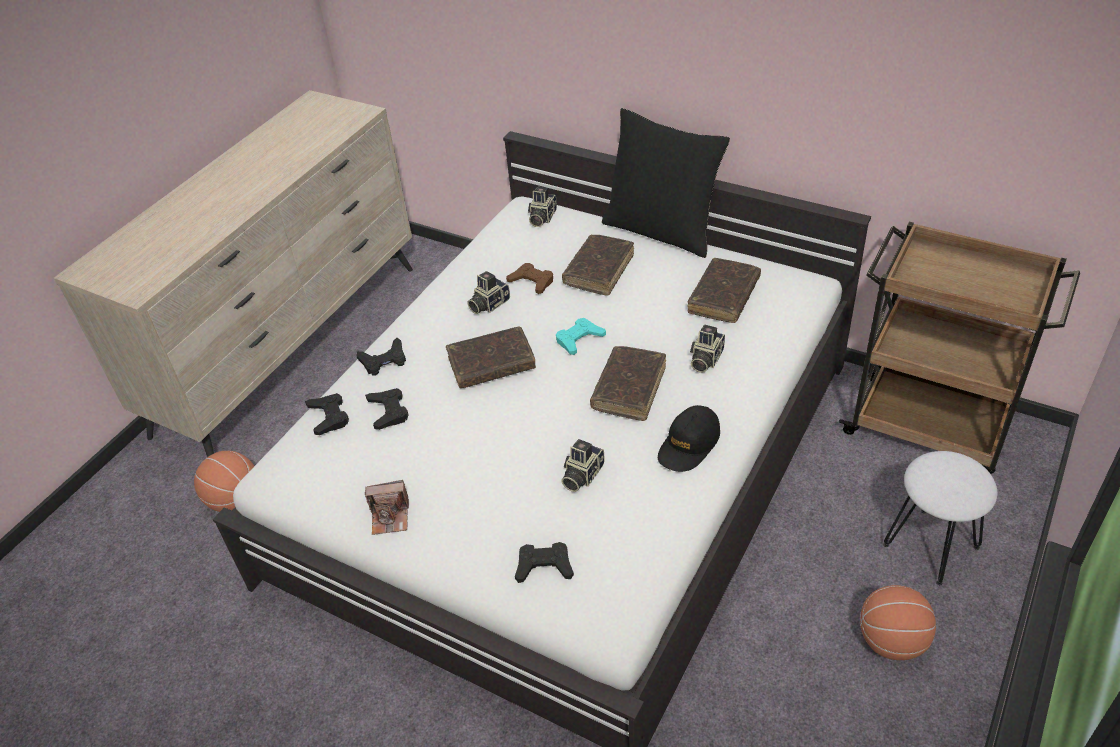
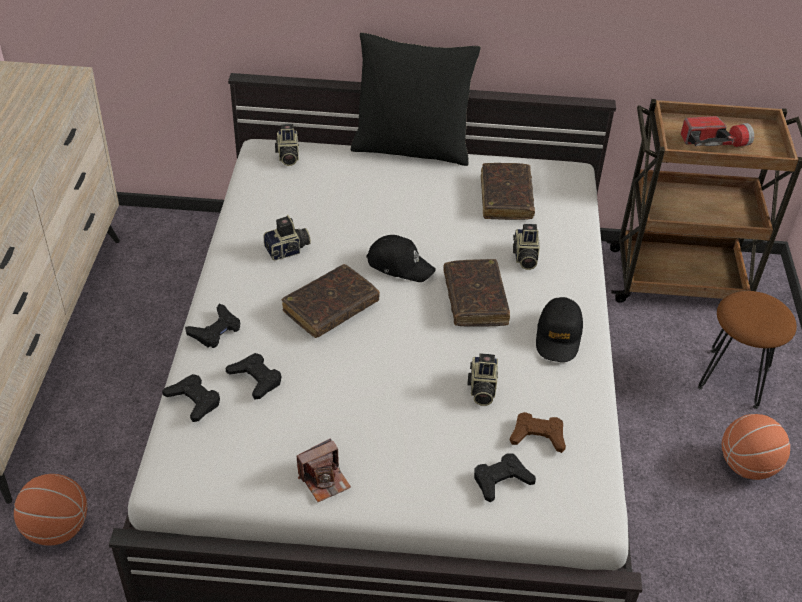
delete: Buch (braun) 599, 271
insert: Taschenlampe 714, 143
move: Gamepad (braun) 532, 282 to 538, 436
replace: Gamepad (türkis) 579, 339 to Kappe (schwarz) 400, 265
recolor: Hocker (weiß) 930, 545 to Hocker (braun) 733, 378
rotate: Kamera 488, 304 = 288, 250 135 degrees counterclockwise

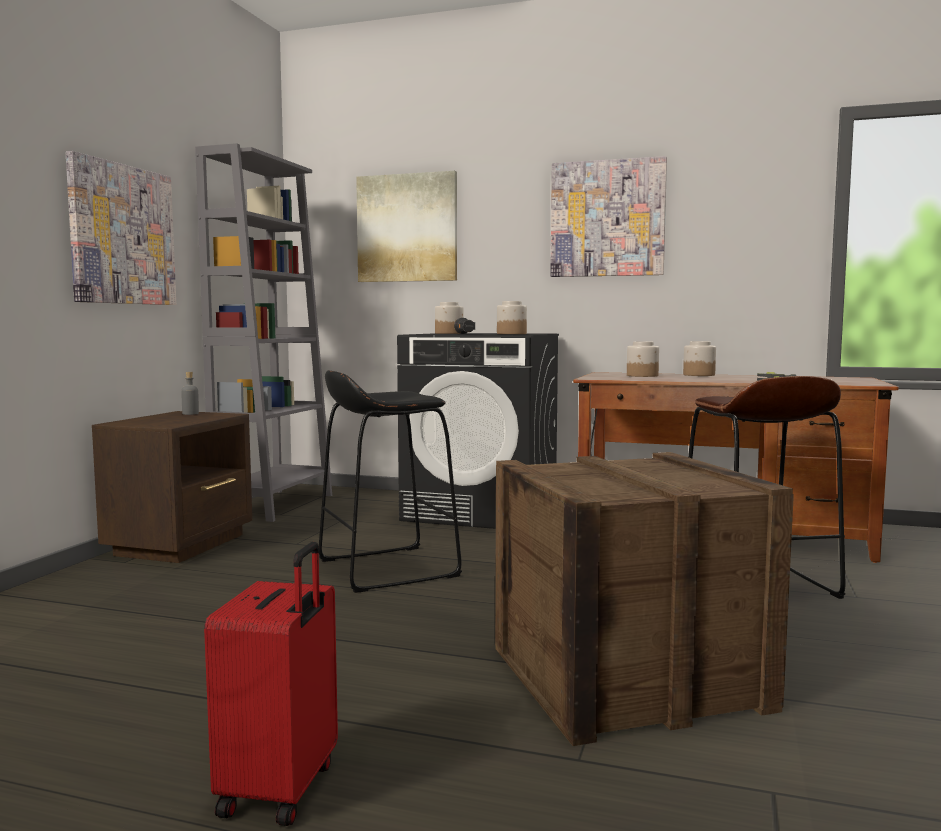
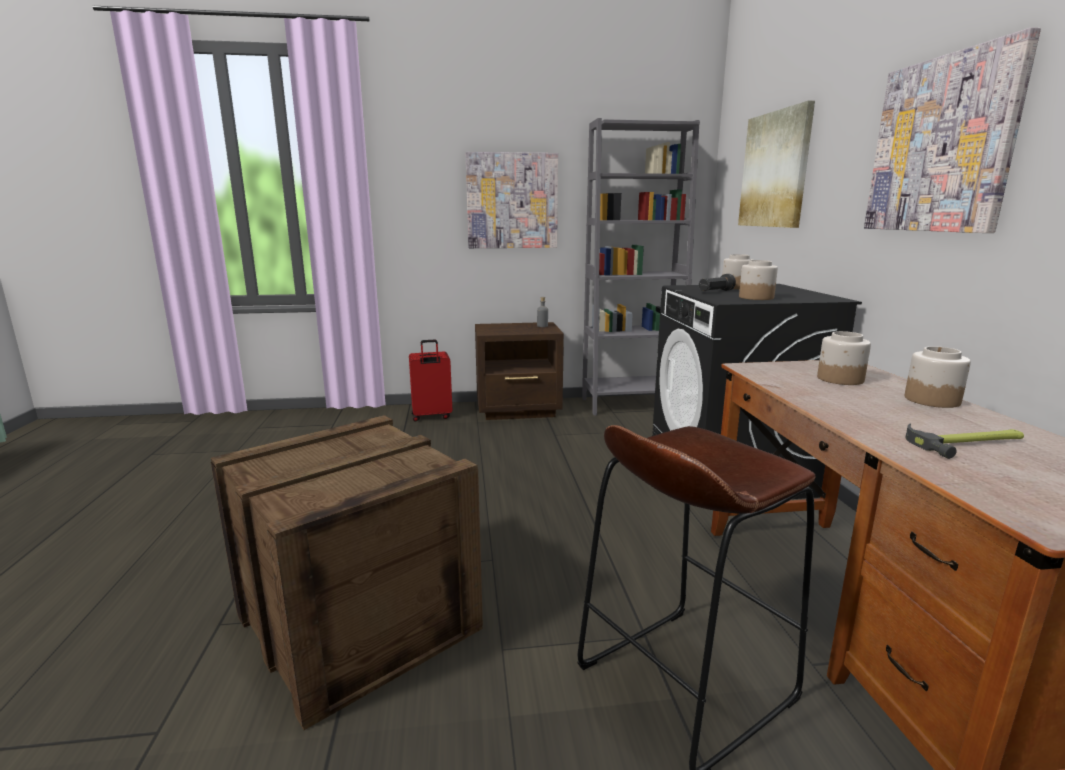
delete: Hocker (schwarz) 387, 568
move: Koffer (rot) 281, 789 to 431, 416

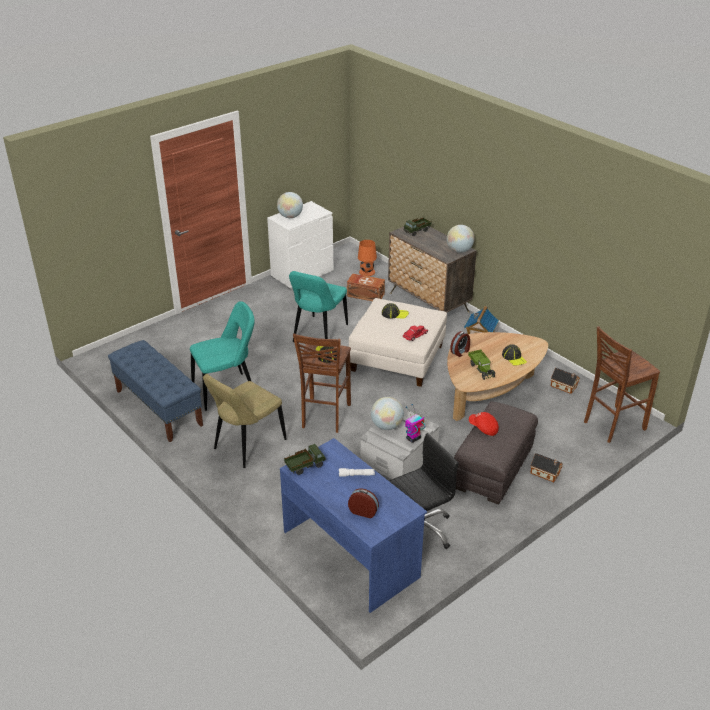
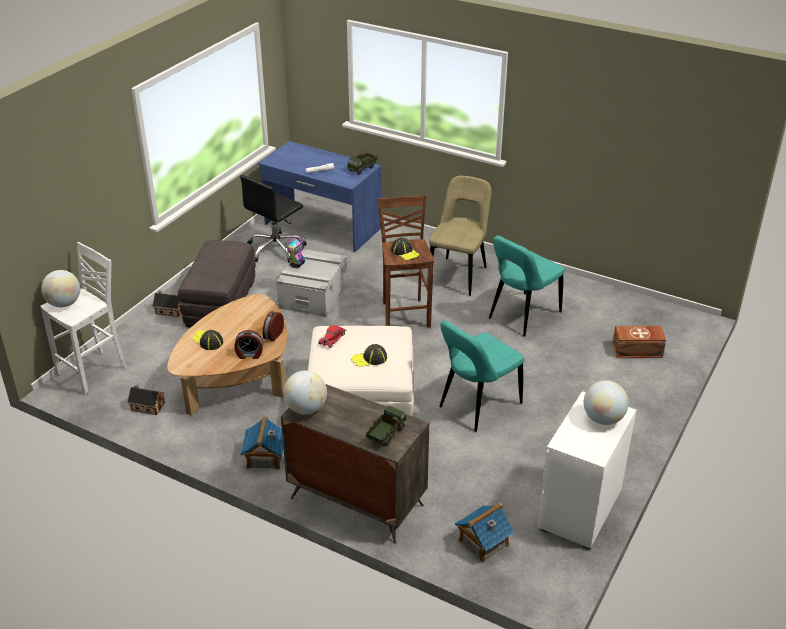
delete: Bank (blau) 158, 408; Spielzeuglaster 481, 369; Kappe (rot) 483, 428
move: Aufbewahrungsbox (braun) 365, 294 to 638, 351; Wecker 363, 511 to 249, 355; Globus 387, 426 to 64, 303
replace: Tischlampe (orange) 367, 272 to Spielzeughaus 483, 543
recolor: Hocker (braun) 612, 425 to Hocker (weiß) 94, 371
rotate: Stuhl (türkis) 318, 334 = 477, 406 135 degrees counterclockwise

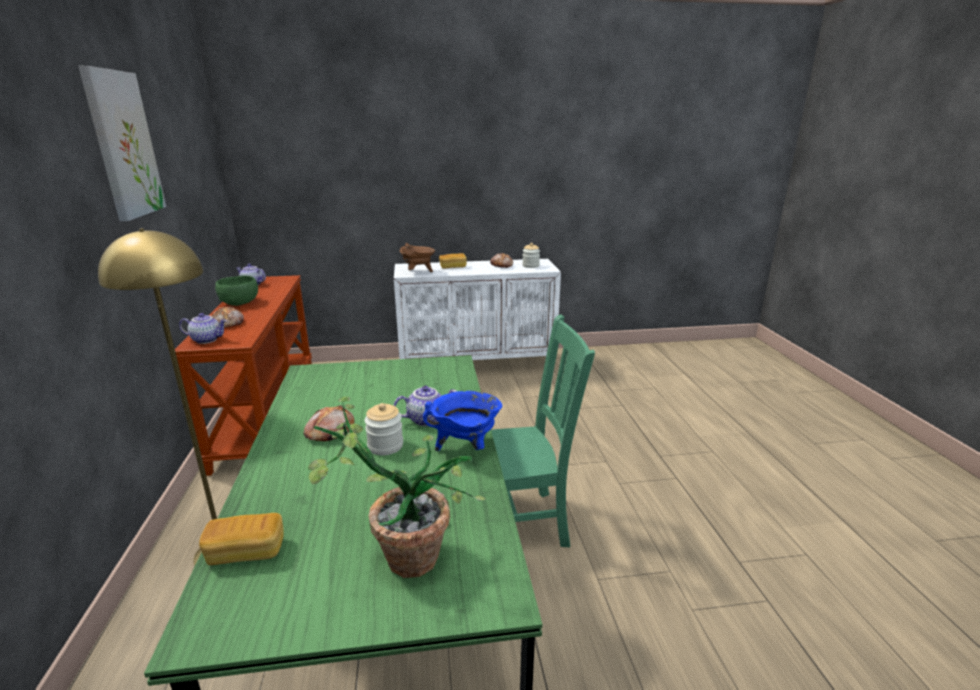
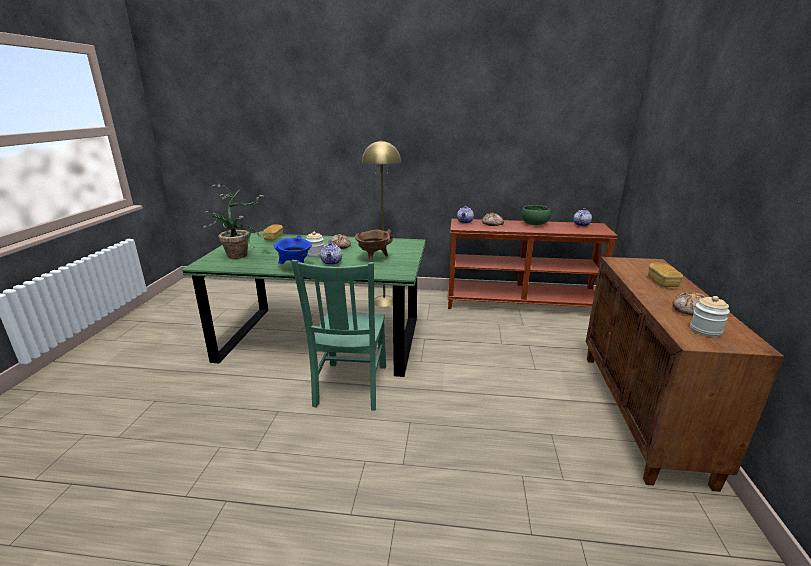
delete: Bild 123, 145
move: Kochtopf (braun) 418, 272 to 373, 258
recolor: Schrank (weiß) 477, 364 to Schrank (braun) 641, 413

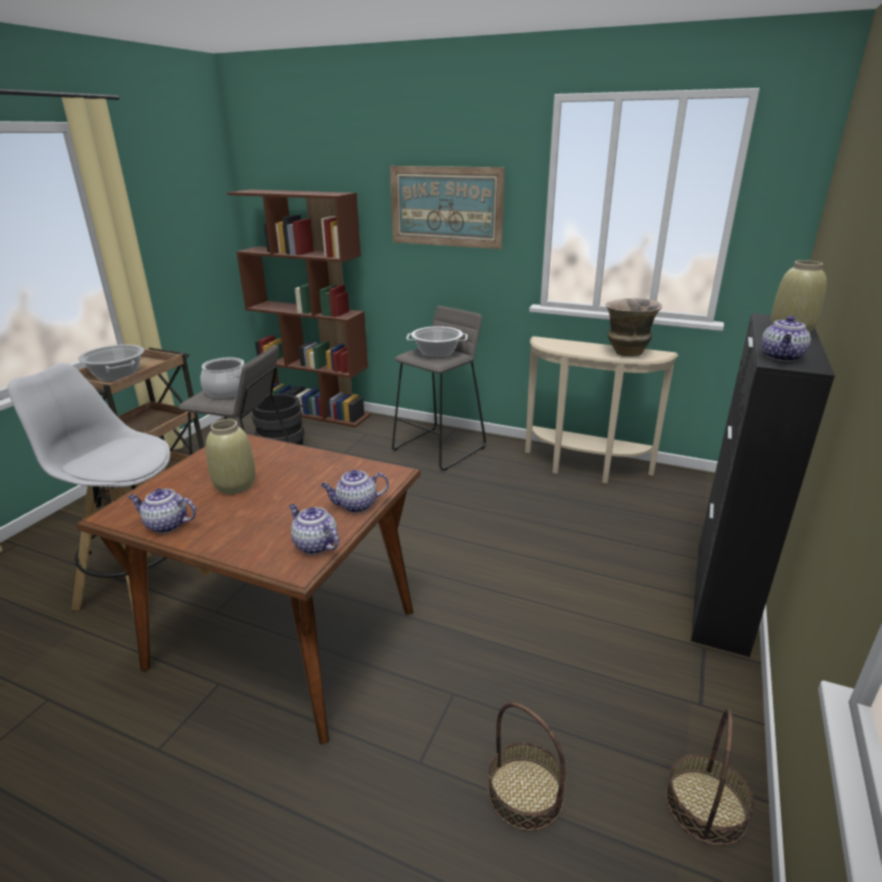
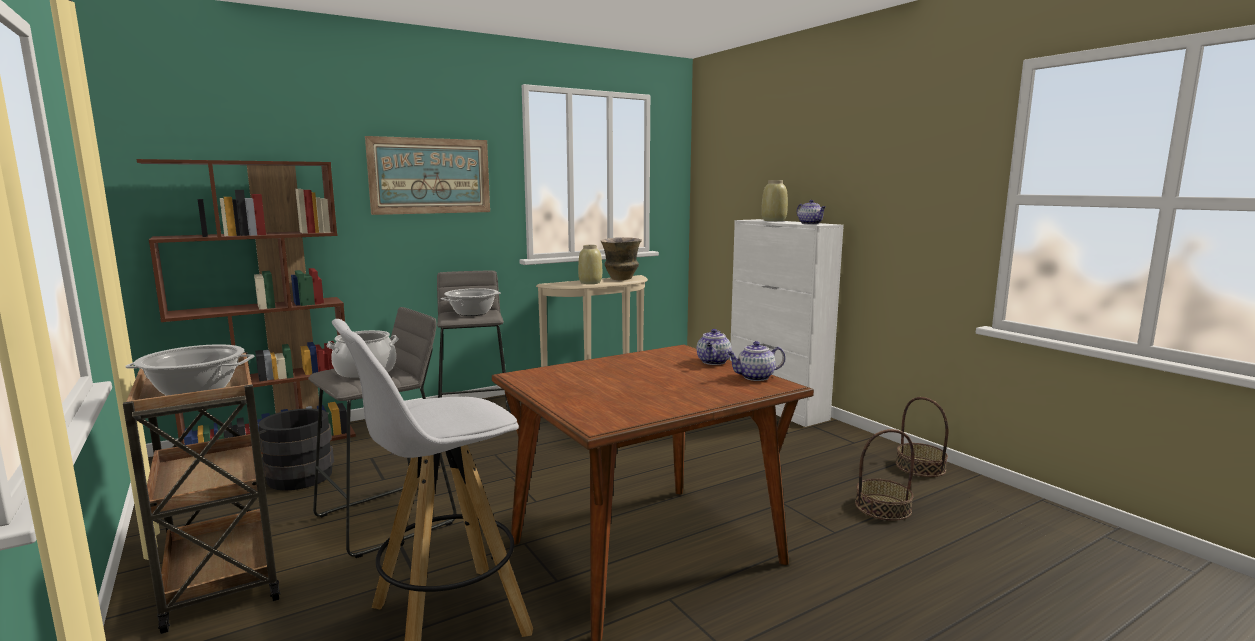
delete: Teekanne 166, 525
move: Vase (beige) 235, 485 to 590, 283
recolor: Schrank (schwarz) 720, 595 to Schrank (weiß) 777, 407

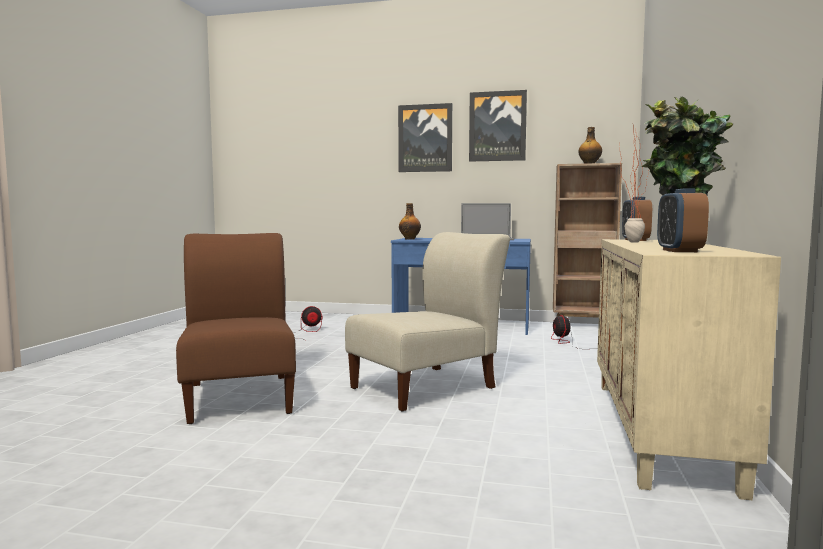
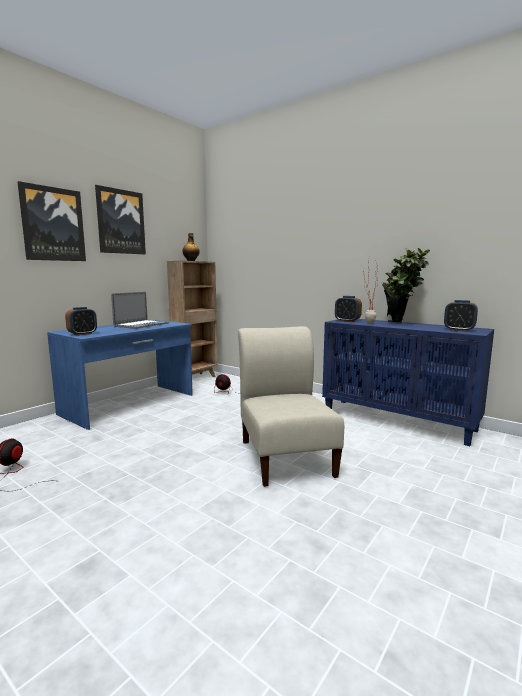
delete: Stuhl (braun) 240, 396
replace: Flasche 410, 239 to Wecker 82, 334
recolor: Schrank (beige) 660, 431 to Schrank (blau) 398, 420

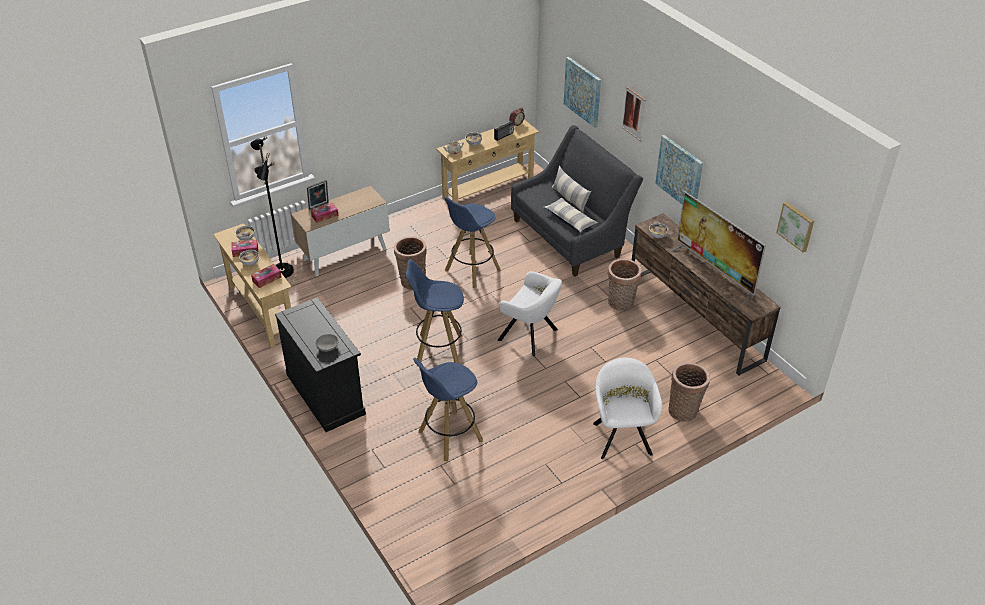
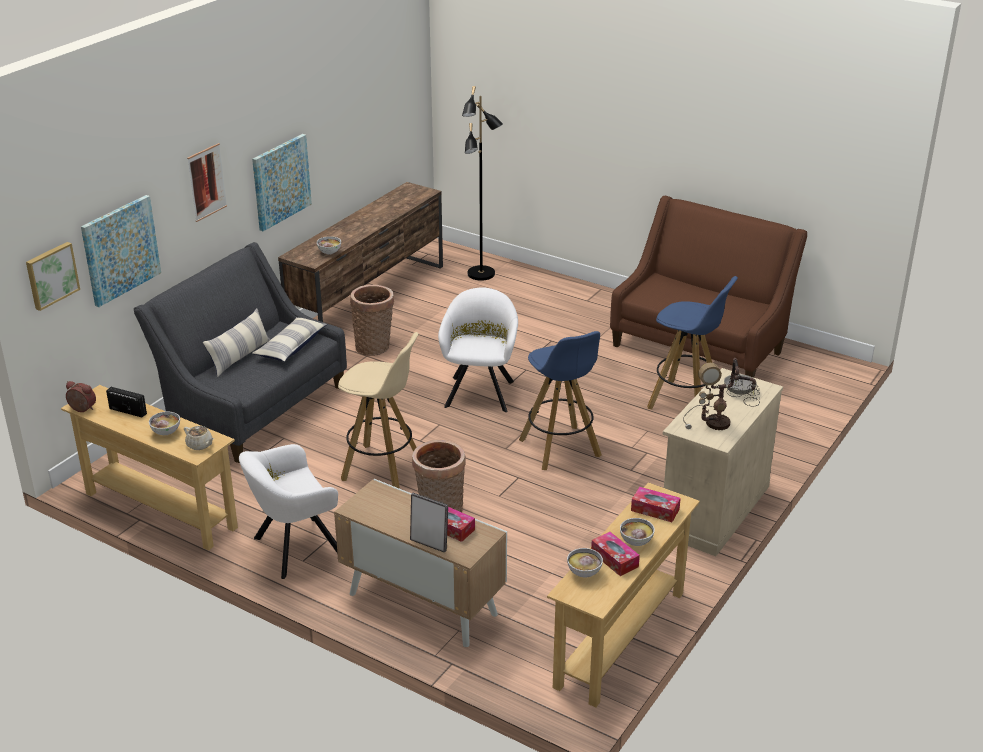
delete: Korb 684, 410; Fernseher 714, 272
insert: Sofa (braun) 700, 345; Tischlampe 719, 424
move: Stehlampe (schwarz) 281, 271 to 481, 274; Sessel (weiß) 621, 435 to 293, 548; Bild 796, 226 to 51, 275
recolor: Schrank (schwarz) 325, 394 to Schrank (beige) 713, 509; Hocker (blau) 472, 271 to Hocker (beige) 382, 468

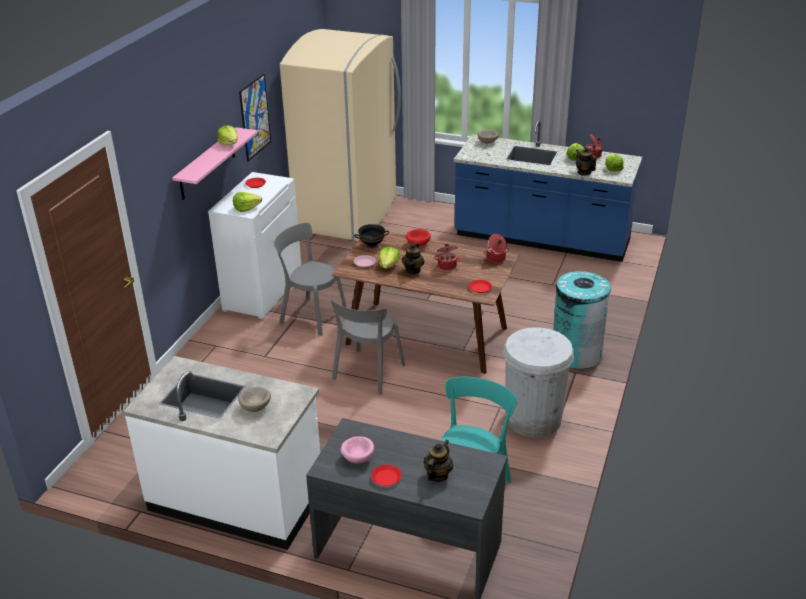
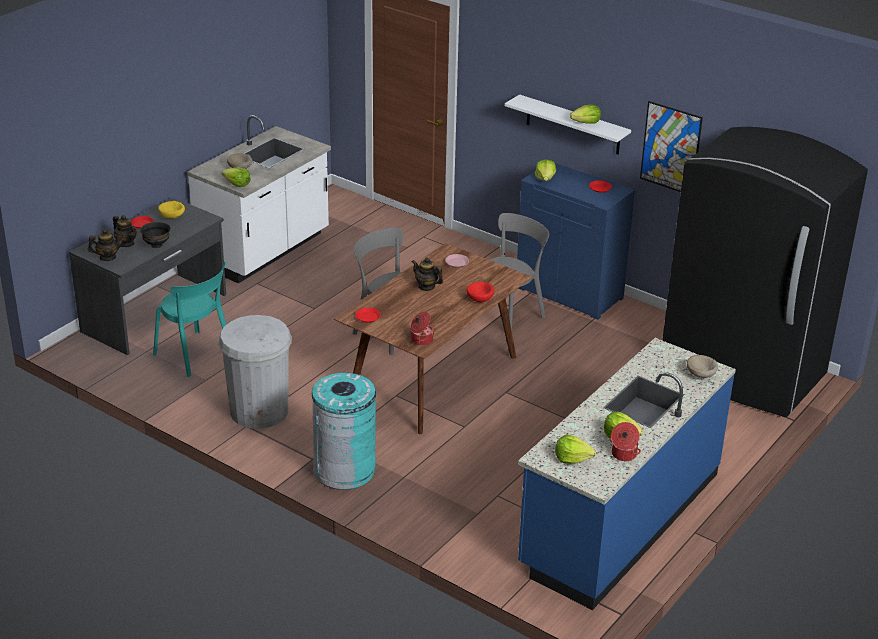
delete: Kochtopf 447, 265
move: Schüssel (schwarz) 372, 245 to 156, 245; Salatkopf 389, 265 to 237, 184; Teekanne 584, 172 to 107, 257
recolor: Wandregal (rosa) 207, 164 to Wandregal (weiß) 573, 125; Schrank (weiß) 262, 292 to Schrank (blau) 570, 293; Kühlschrank (beige) 348, 214 to Kühlschrank (schwarz) 741, 373; Schüssel (rosa) 358, 457 to Schüssel (gelb) 172, 217

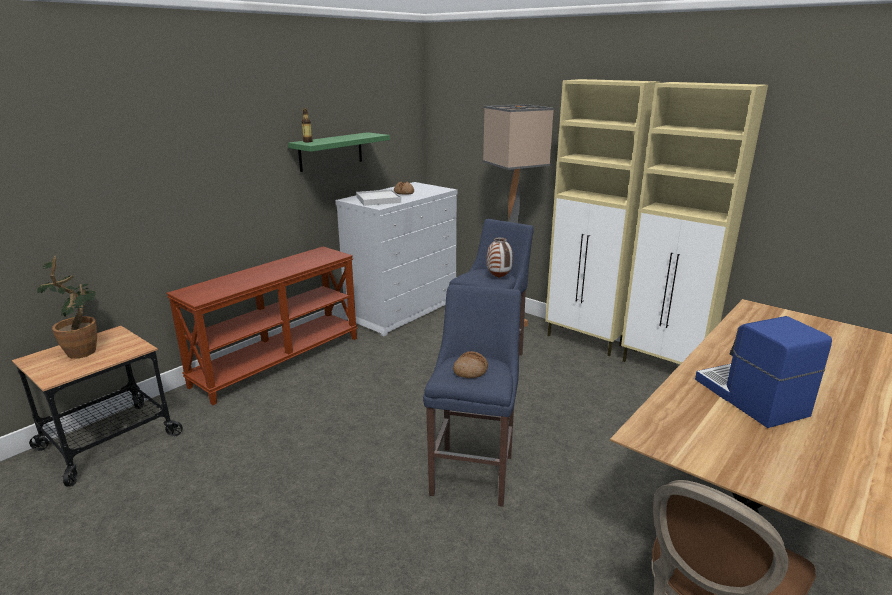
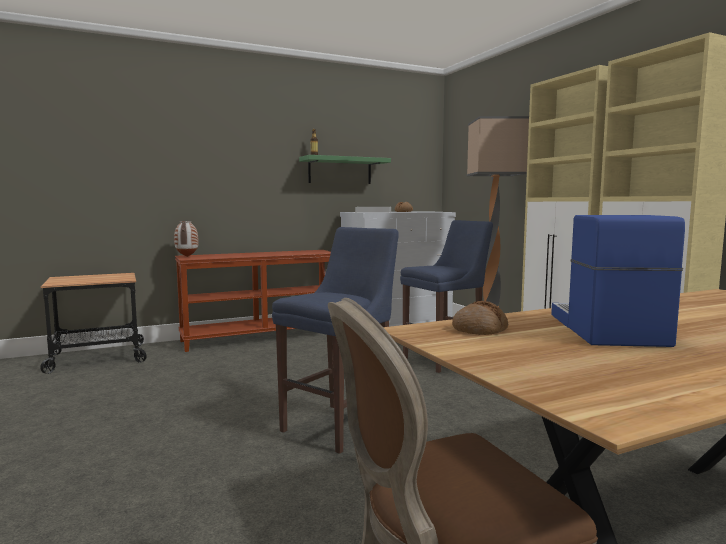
delete: Topfpflanze 85, 349
move: Brot 470, 370 to 480, 329; Vase 499, 277 to 187, 256

